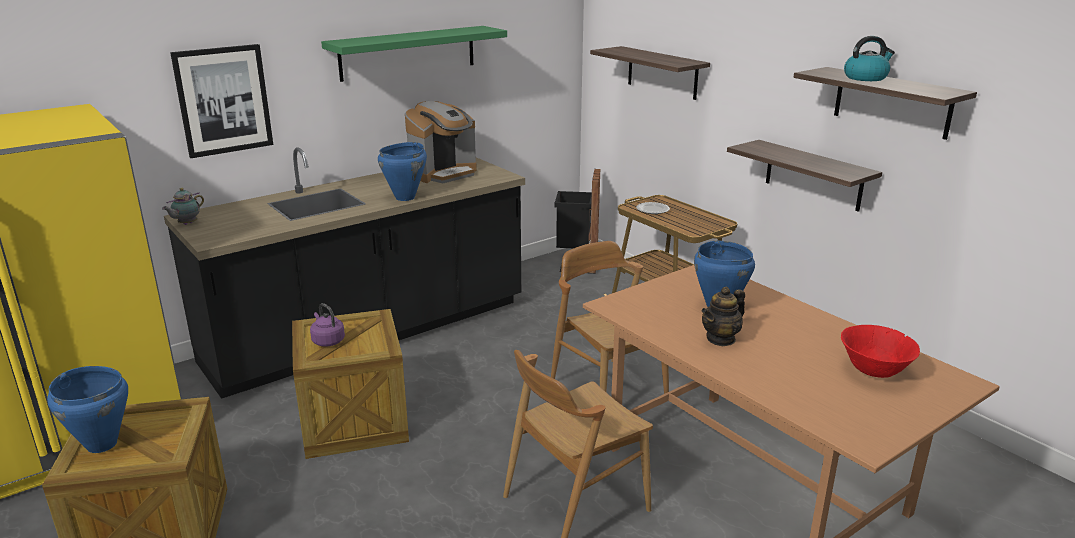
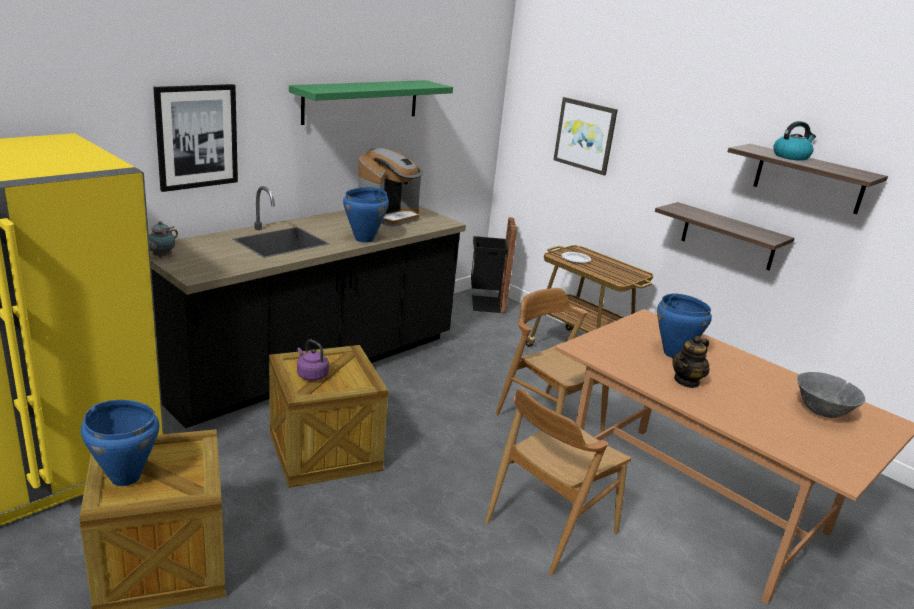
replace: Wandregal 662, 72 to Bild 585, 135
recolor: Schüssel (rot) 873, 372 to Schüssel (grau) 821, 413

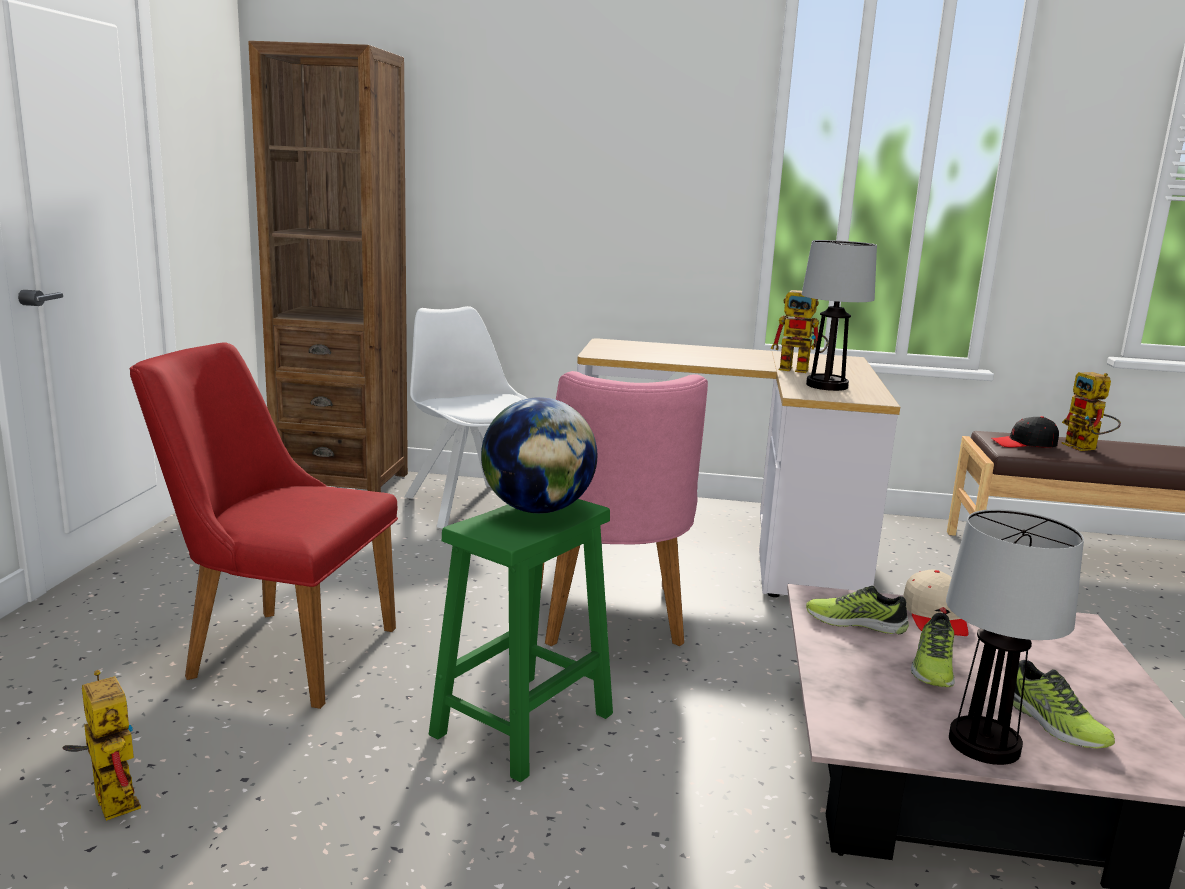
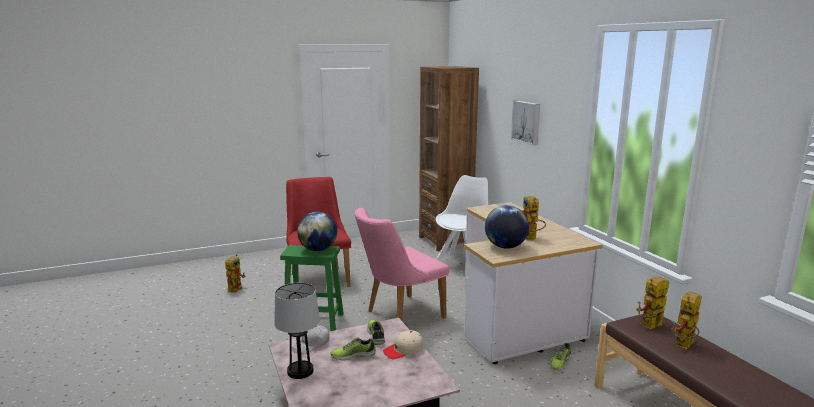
insert: Kappe (weiß) 312, 344; Bild 527, 122
move: Schuh 1053, 723 to 559, 362
replace: Tischlampe 827, 386 to Globus 505, 247; Kappe (schwarz) 1024, 444 to Spielzeugroboter 649, 326

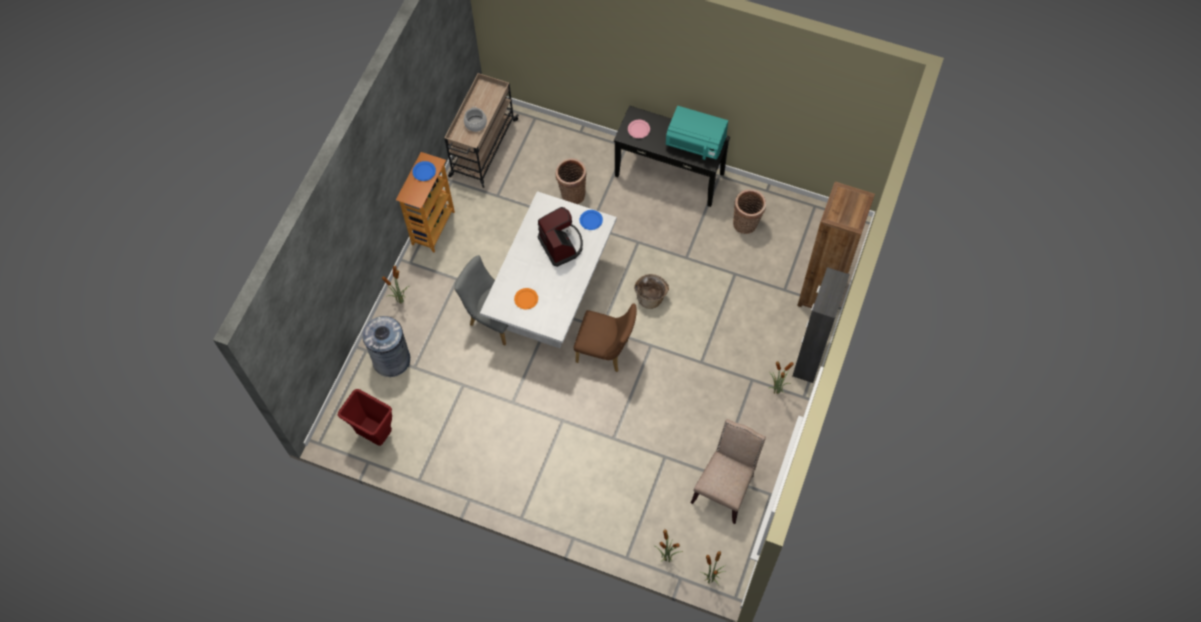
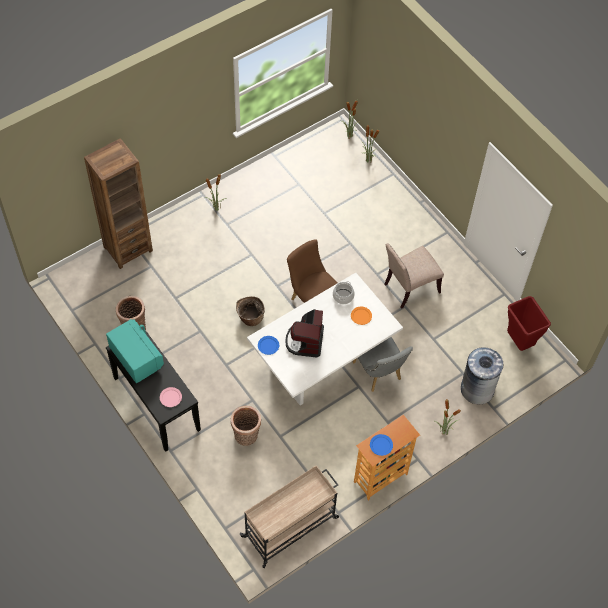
delete: Schrank (schwarz) 809, 359
move: Kochtopf 475, 123 to 343, 296; Stuhl (beige) 725, 487 to 409, 288

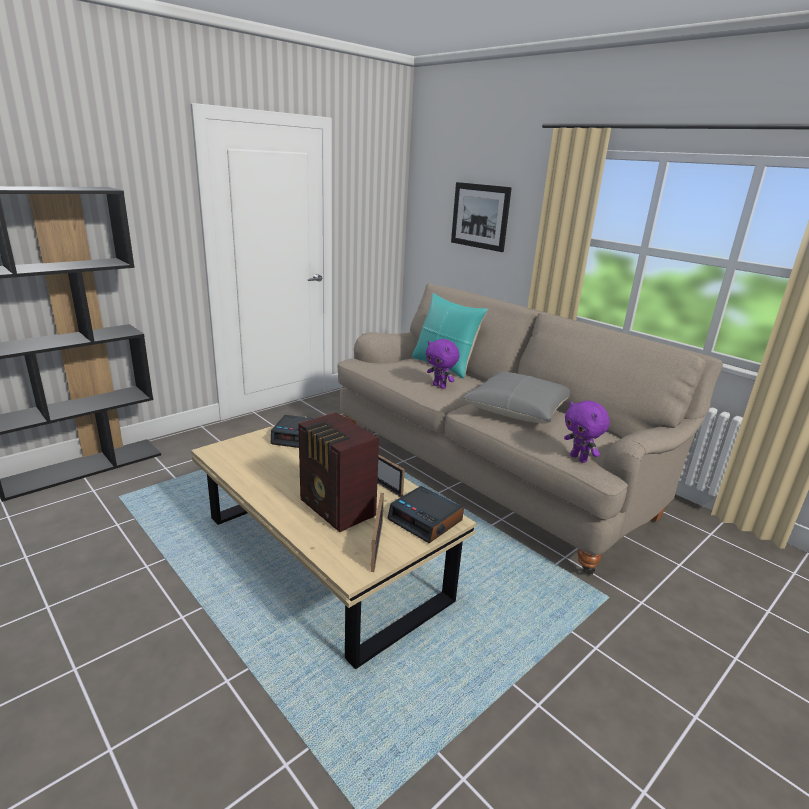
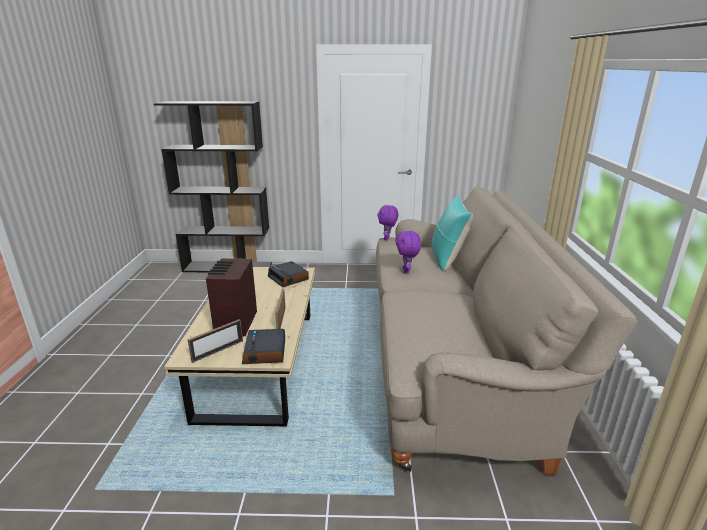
delete: Bild 480, 216; Kissen (grau) 517, 409
move: Plüschtier (lila) 579, 458 to 387, 239

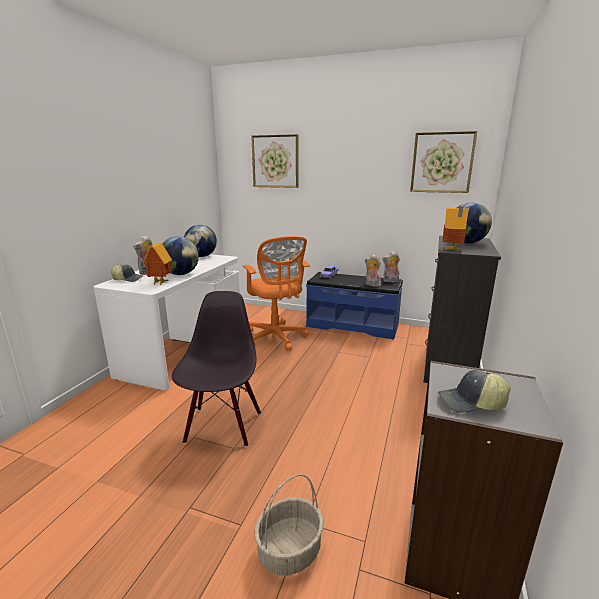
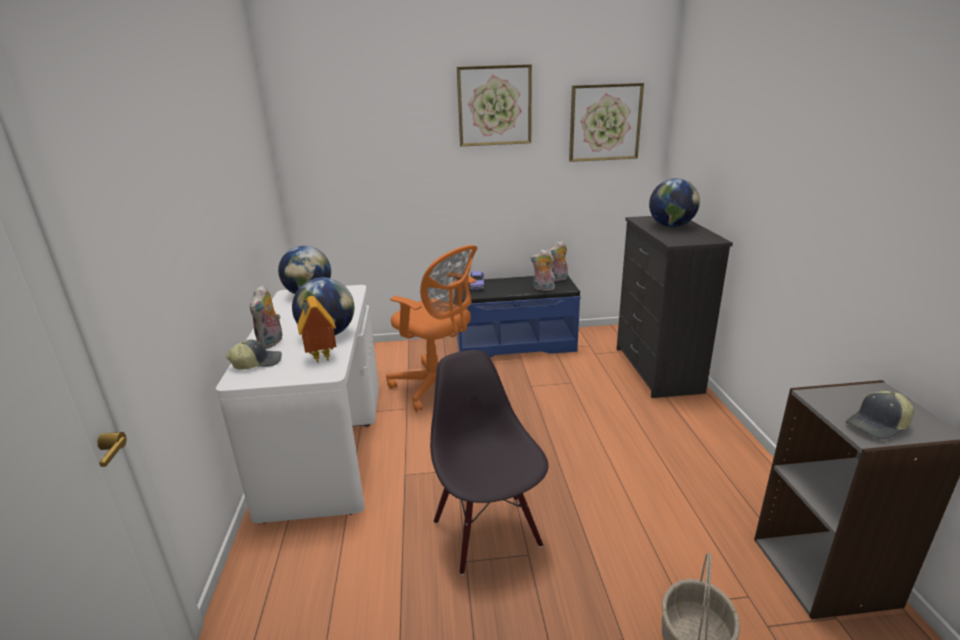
delete: Spielzeughaus 452, 250
move: Bild 275, 161 to 494, 106

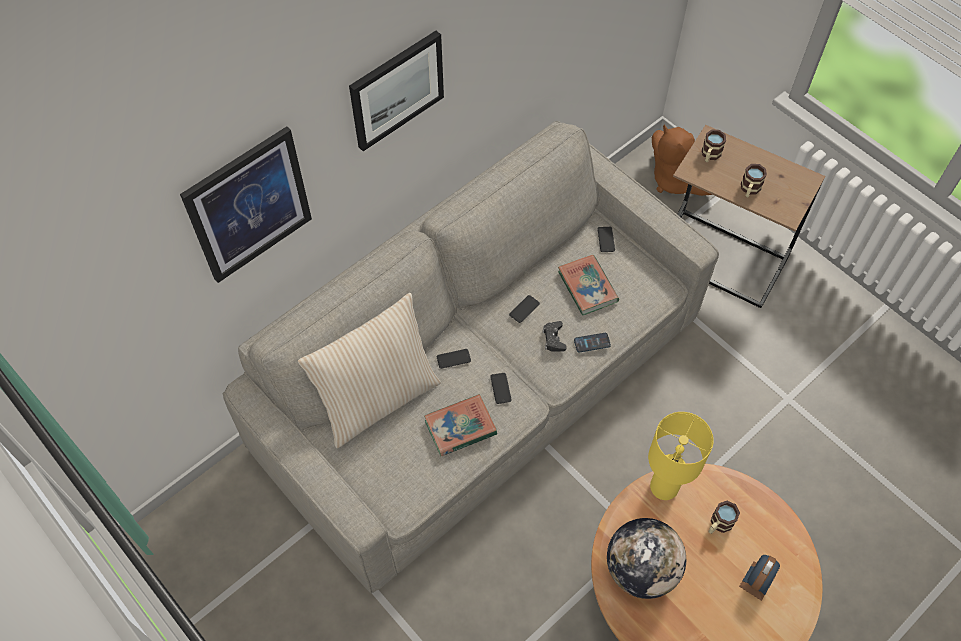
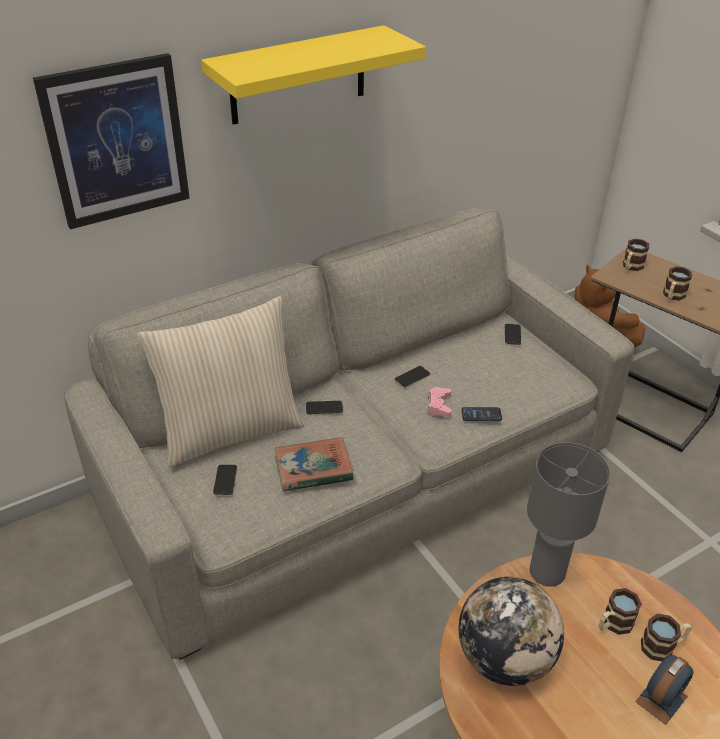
delete: Buch 587, 287
insert: Henkelbecher 662, 646
move: Handy 500, 388 to 225, 480
replace: Bild 396, 89 to Wandregal (gelb) 298, 75
recolor: Gamepad (schwarz) 553, 339 to Gamepad (rosa) 439, 405; Tischlampe (gelb) 664, 488 to Tischlampe (grau) 547, 573

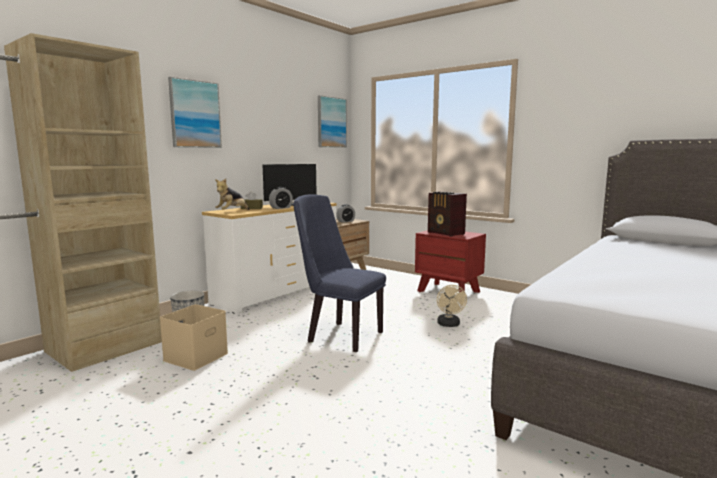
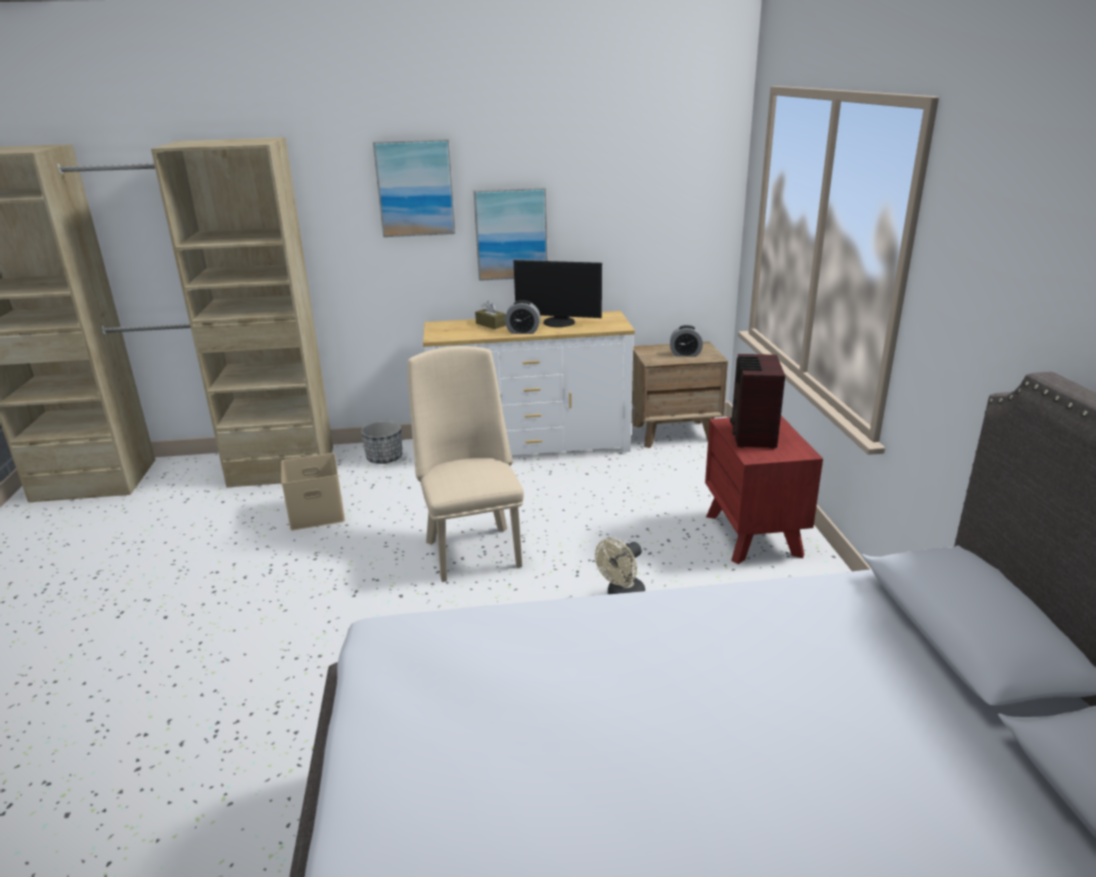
delete: Plüschtier 232, 212
move: Bild 331, 122 to 511, 234
recolor: Stuhl (blau) 340, 335 to Stuhl (beige) 471, 548

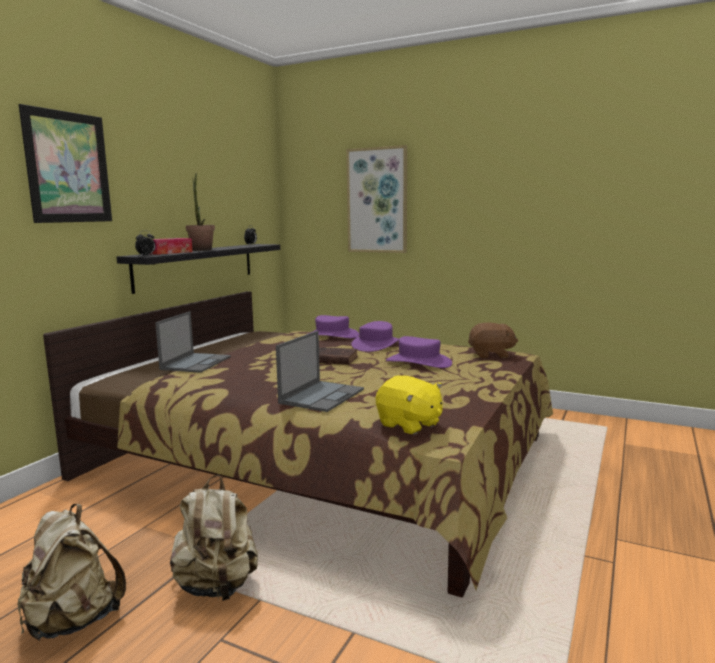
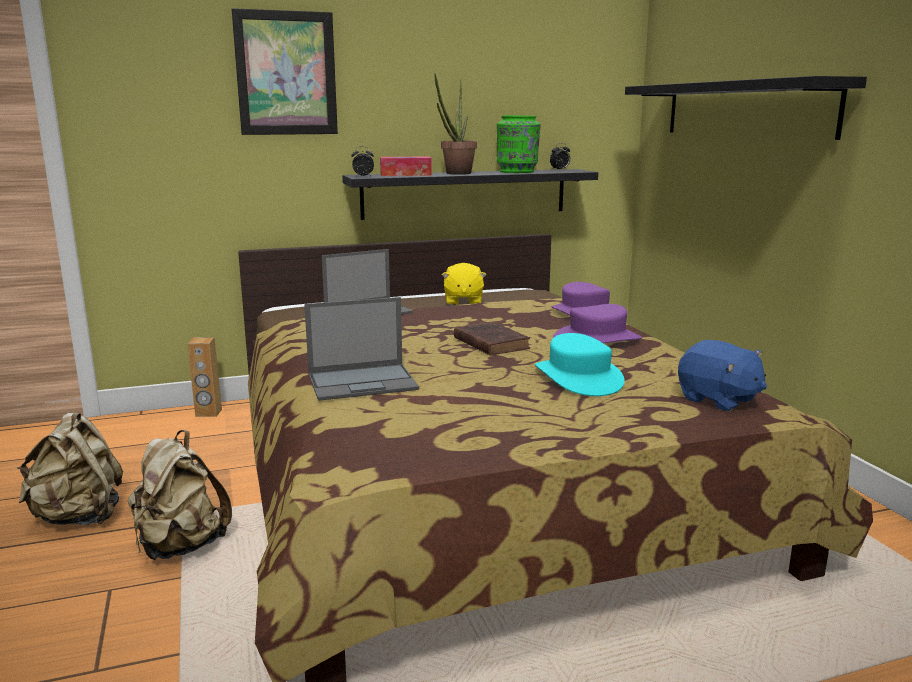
insert: Lautsprecher (braun) 208, 413; Vase (grün) 517, 172
move: Plüschtier (gelb) 409, 425 to 463, 301
replace: Bild 377, 200 to Wandregal (schwarz) 745, 109
recolor: Hut (lila) 419, 362 to Hut (türkis) 578, 377; Plüschtier (braun) 491, 355 to Plüschtier (blau) 718, 400

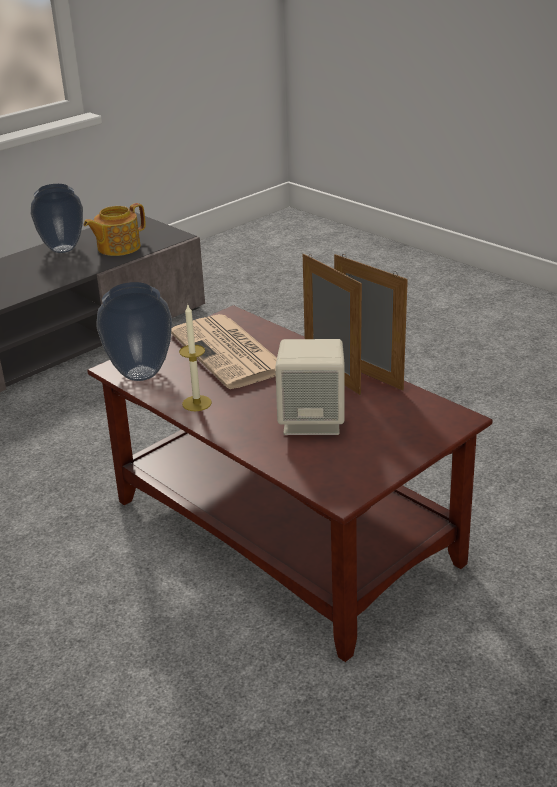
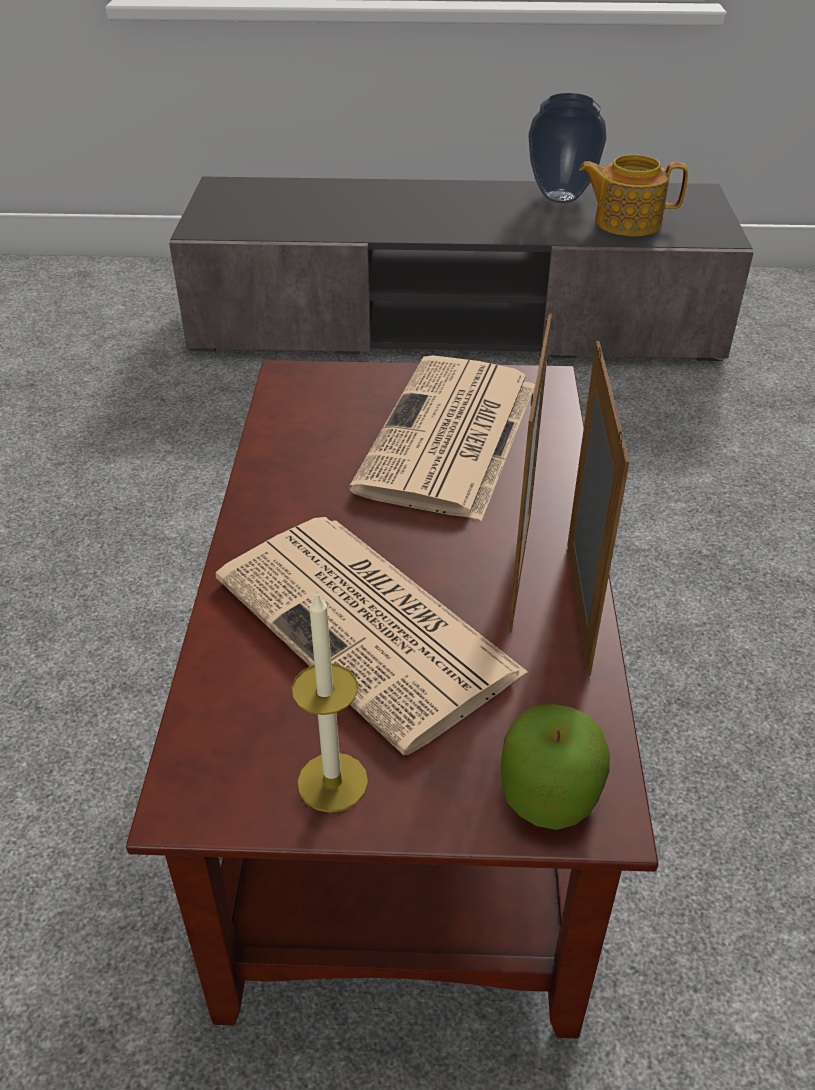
delete: Vase 141, 373
insert: Apfel 549, 794
move: Kerze 197, 403 to 332, 782
replace: Lautsprecher (beige) 312, 421 to Zeitung 370, 627

